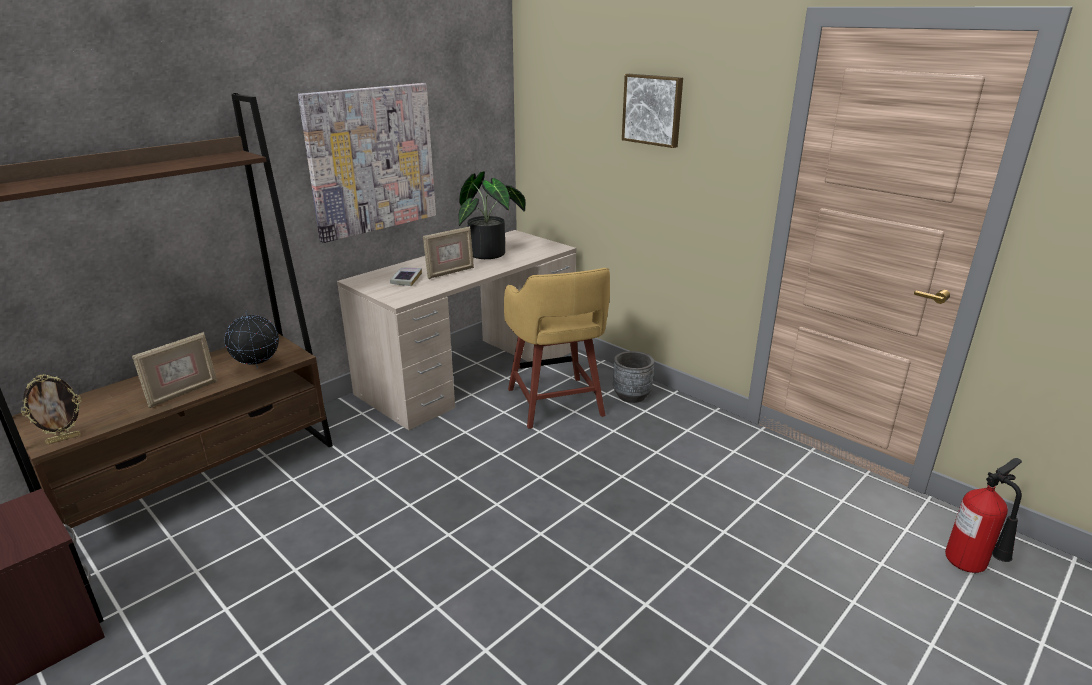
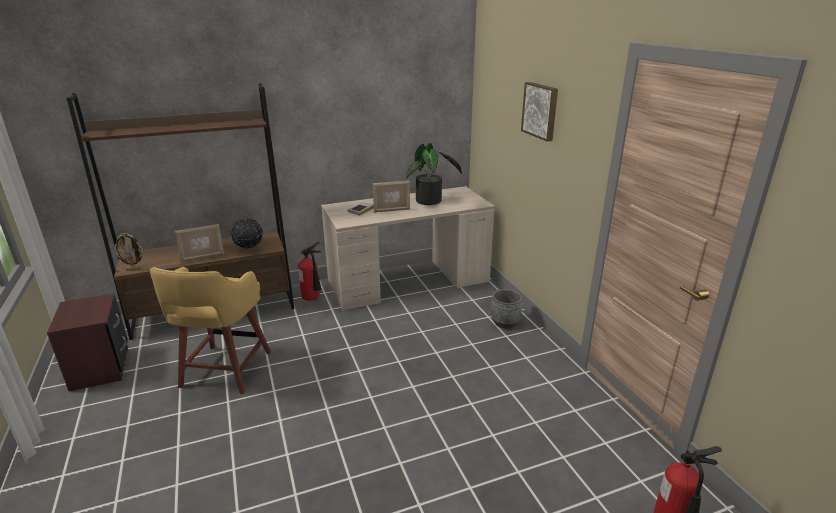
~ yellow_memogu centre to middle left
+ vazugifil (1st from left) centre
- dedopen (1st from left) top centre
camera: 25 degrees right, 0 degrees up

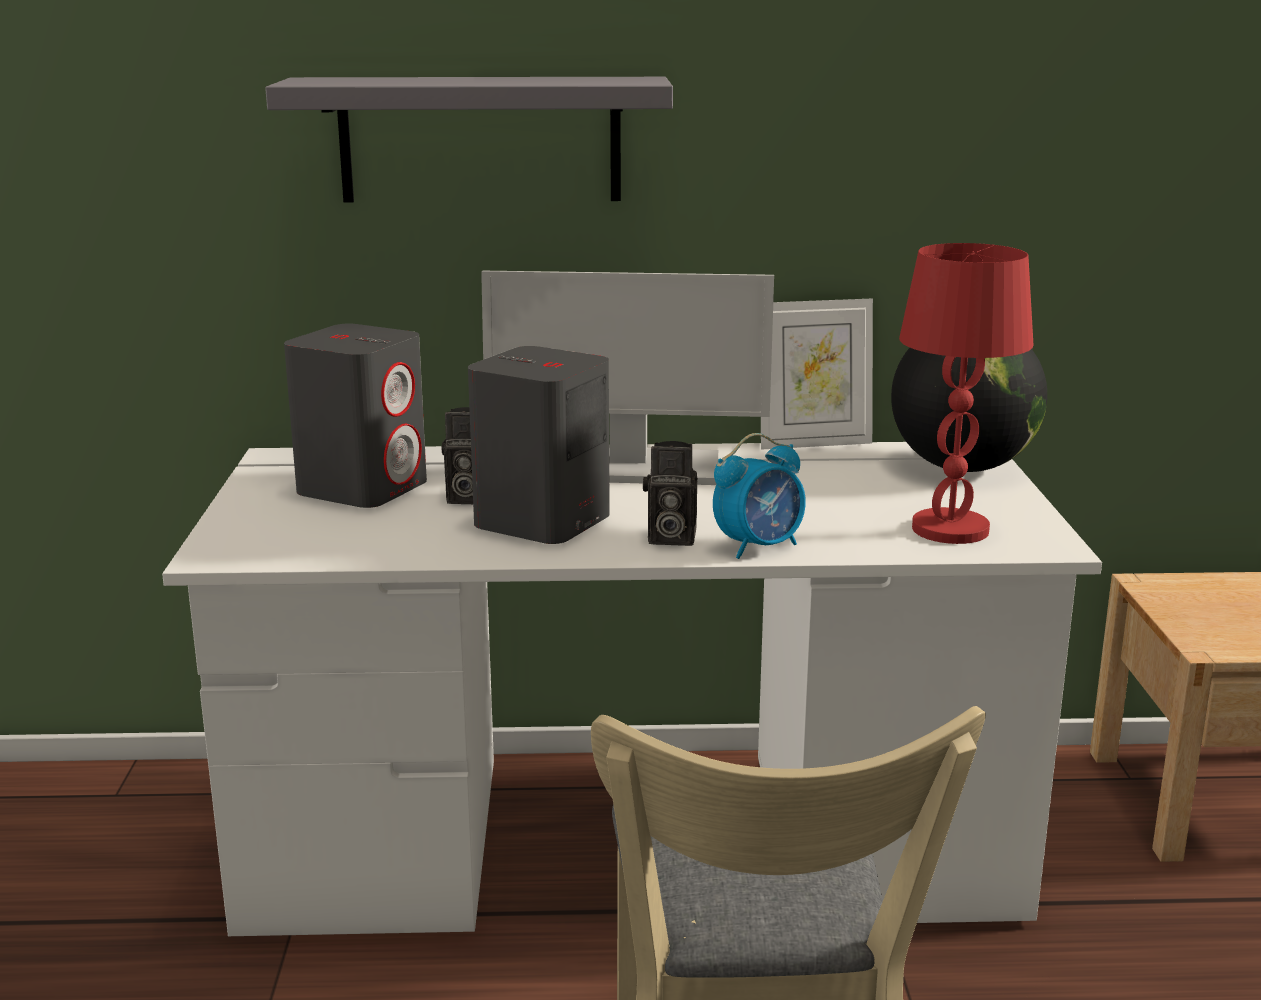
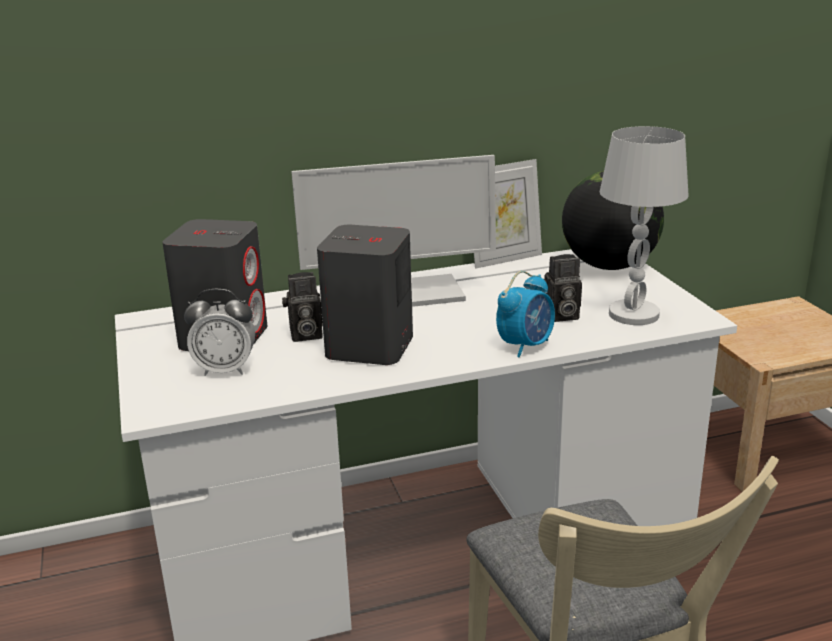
+ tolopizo (1st from left) middle left
~ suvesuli (2nd from left) centre to middle right
~ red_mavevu middle right to white_mavevu middle right
- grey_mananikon top centre
camera: 15 degrees left, 5 degrees up

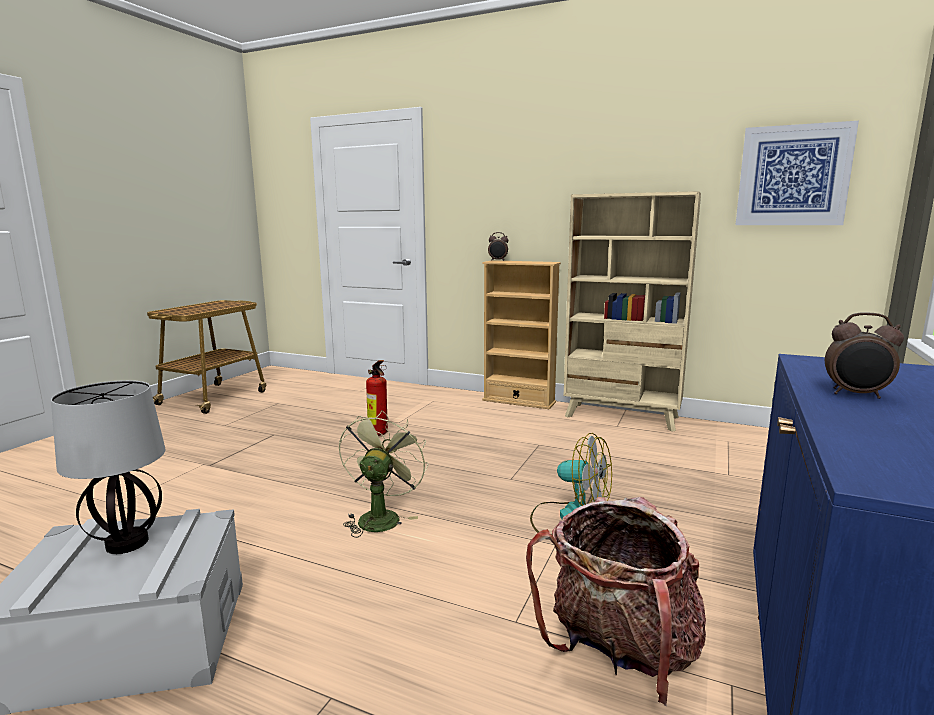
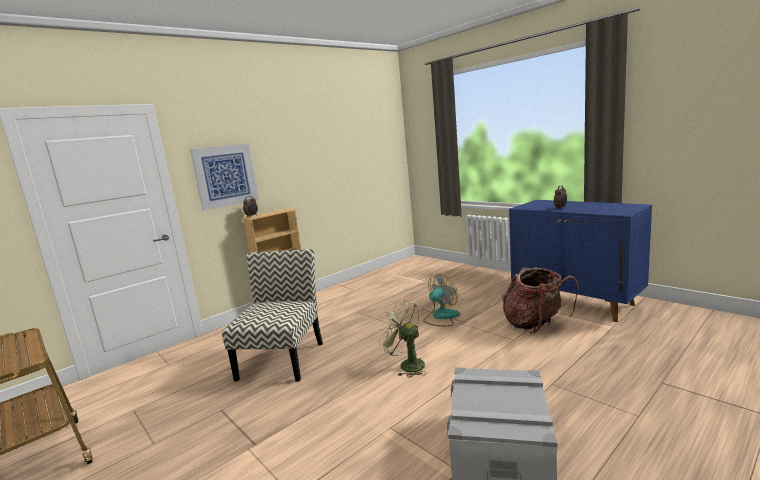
~ dedopen top right to middle left
~ vazugifil centre to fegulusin centre
- mavevu middle left
- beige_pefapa (2nd from left) middle right
camera: 65 degrees left, 0 degrees up

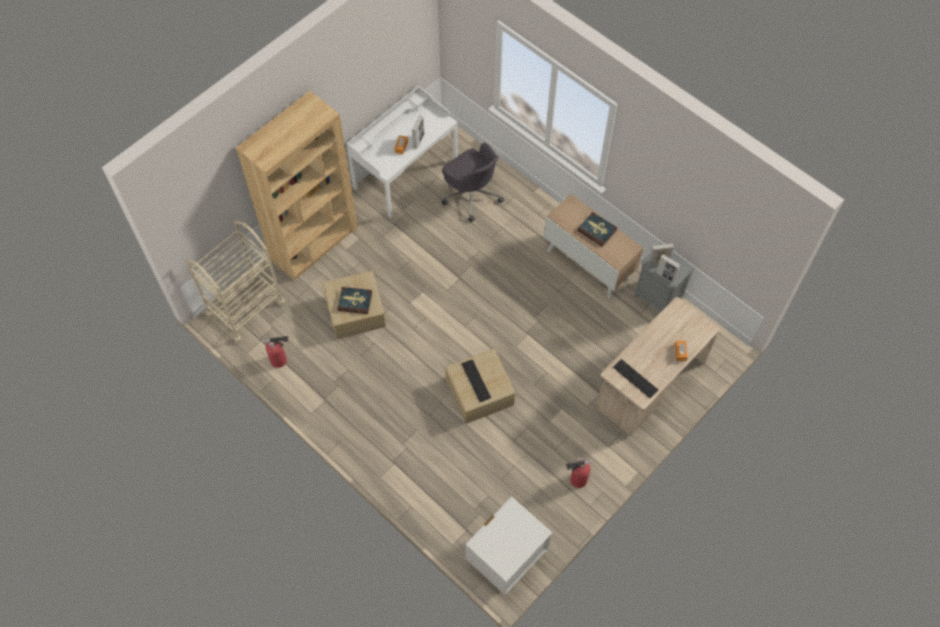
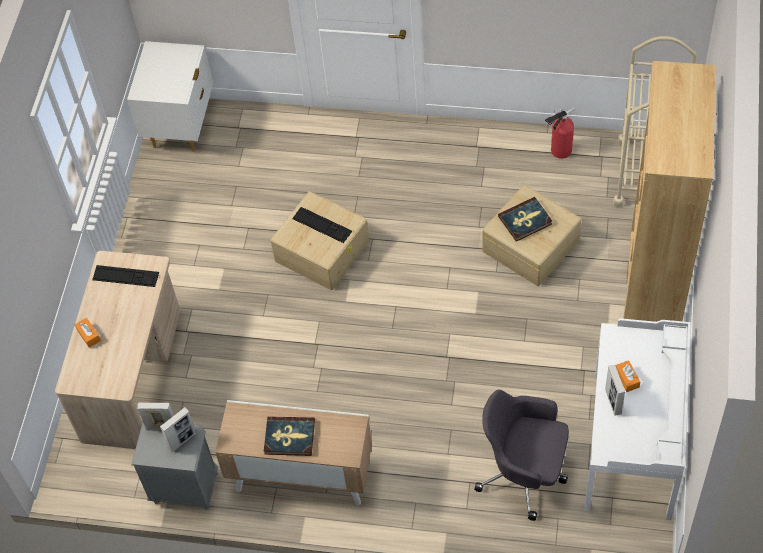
- vazugifil (2nd from left) bottom centre
camera: 150 degrees right, 5 degrees down

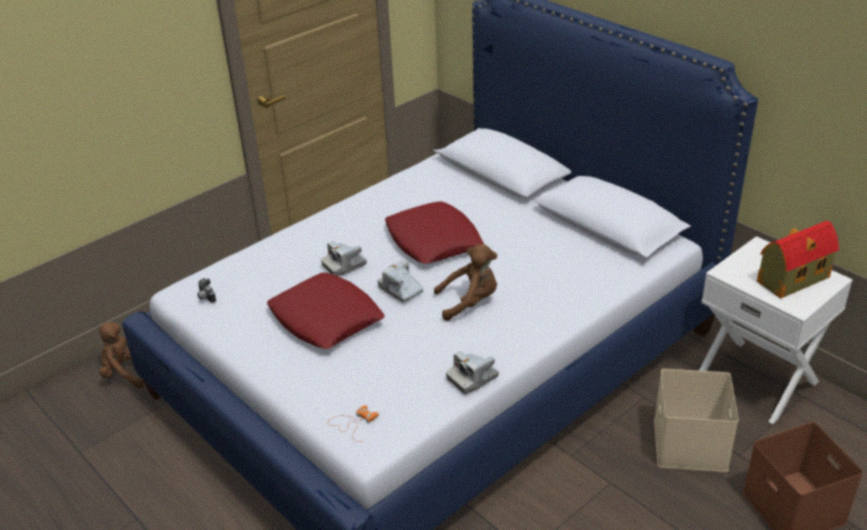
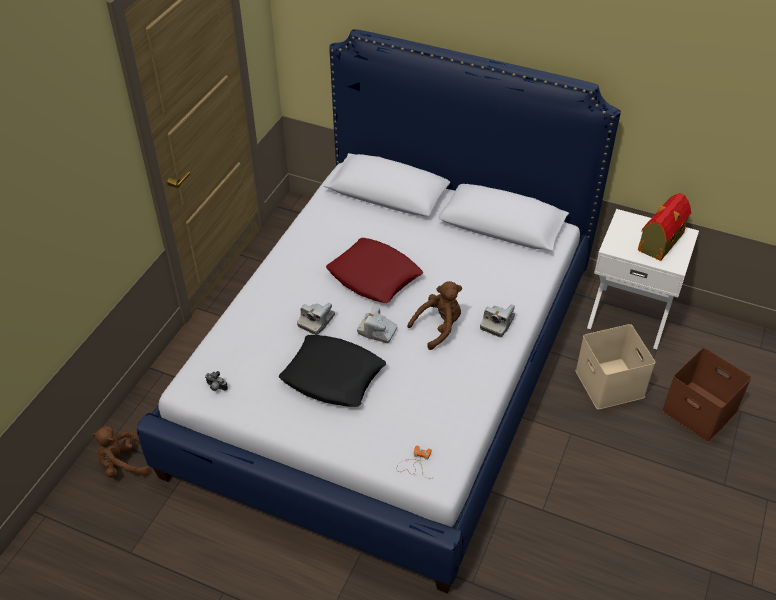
~ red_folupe (1st from left) centre to black_folupe centre
~ suvesuli (4th from left) bottom centre to centre
camera: 25 degrees left, 10 degrees up

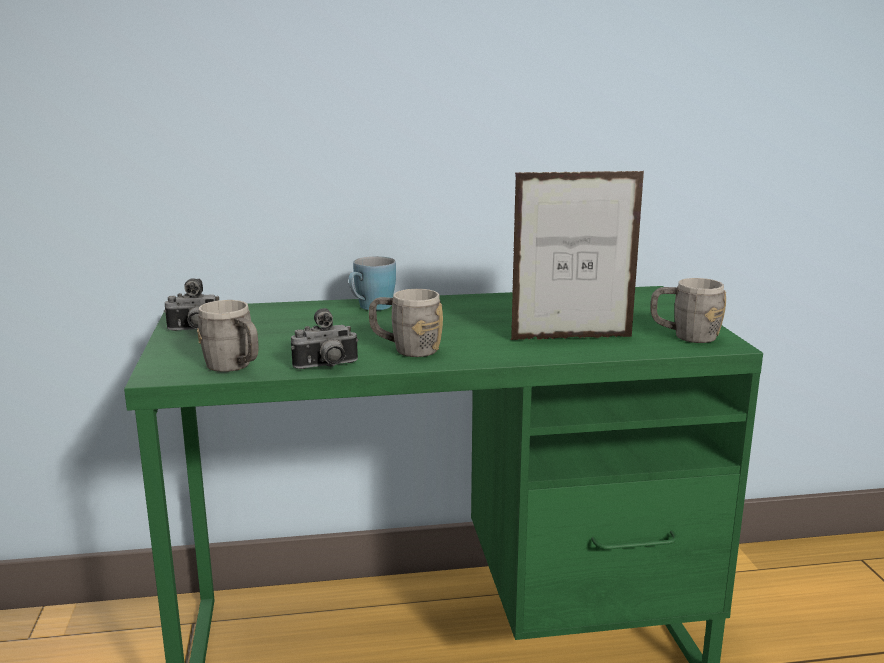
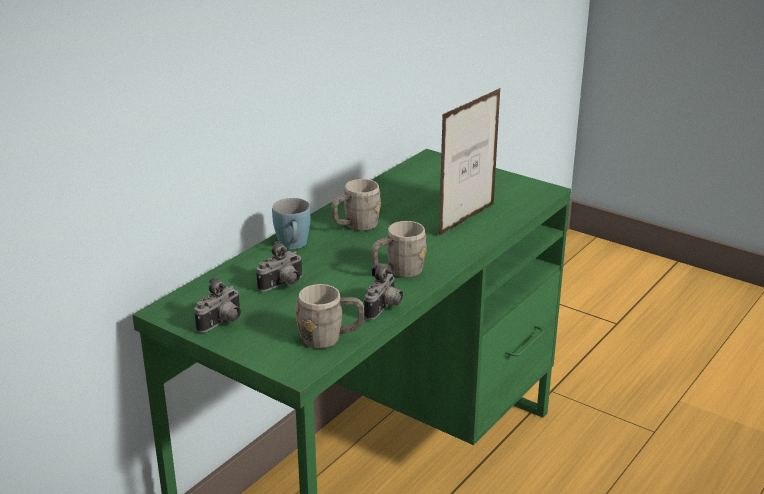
+ suvesuli (2nd from left) centre
~ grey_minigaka (3rd from left in the first image) middle right to grey_minigaka (2nd from left) centre
camera: 45 degrees left, 10 degrees up

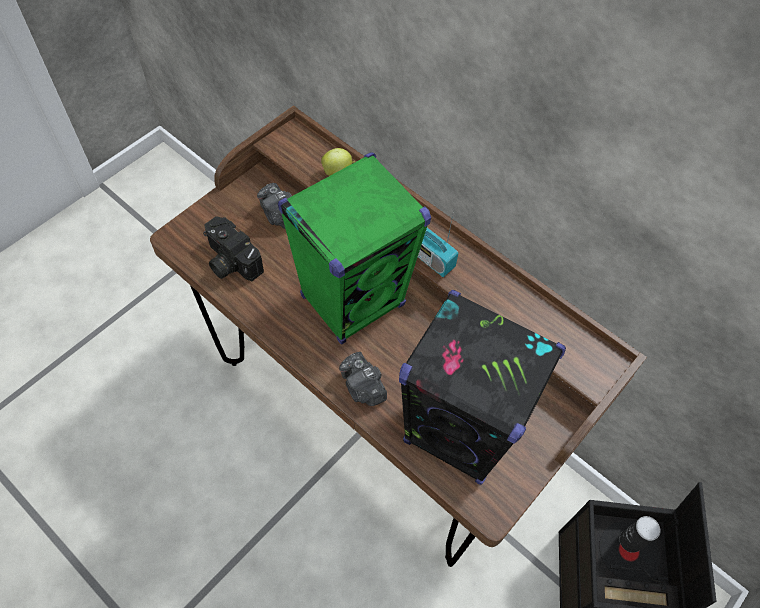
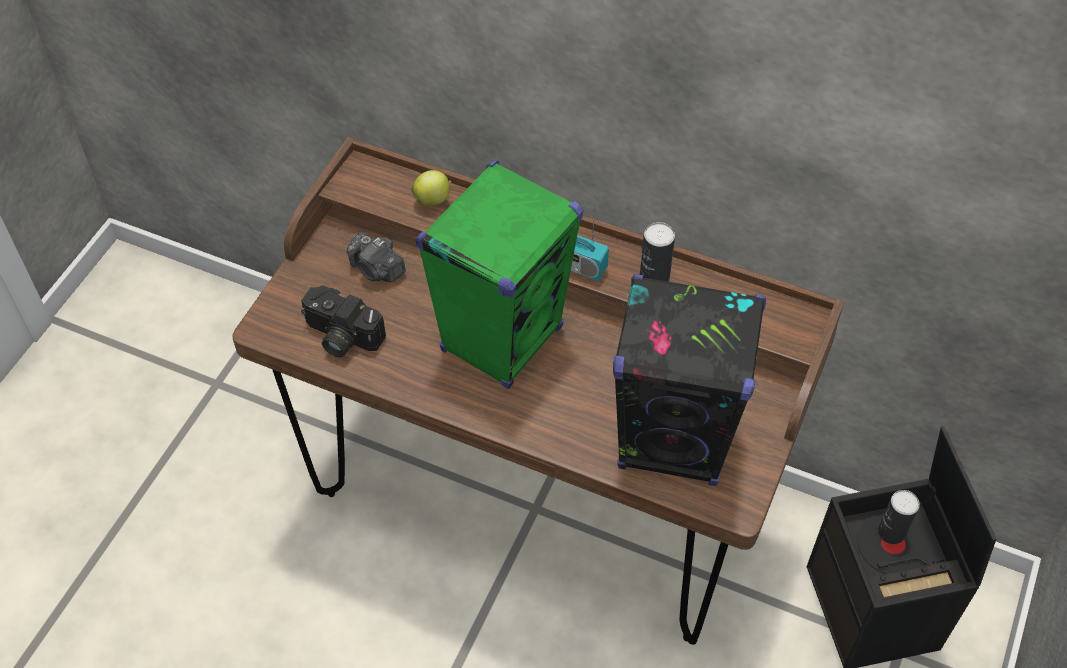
+ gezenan (1st from left) centre
- suvesuli (3rd from left) centre
camera: 15 degrees left, 5 degrees down

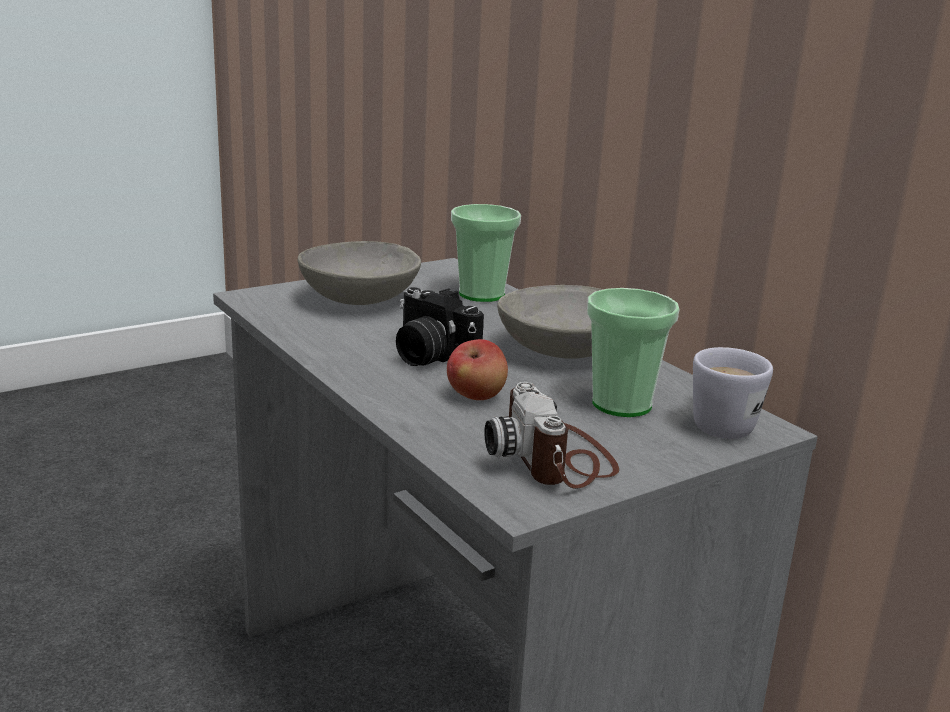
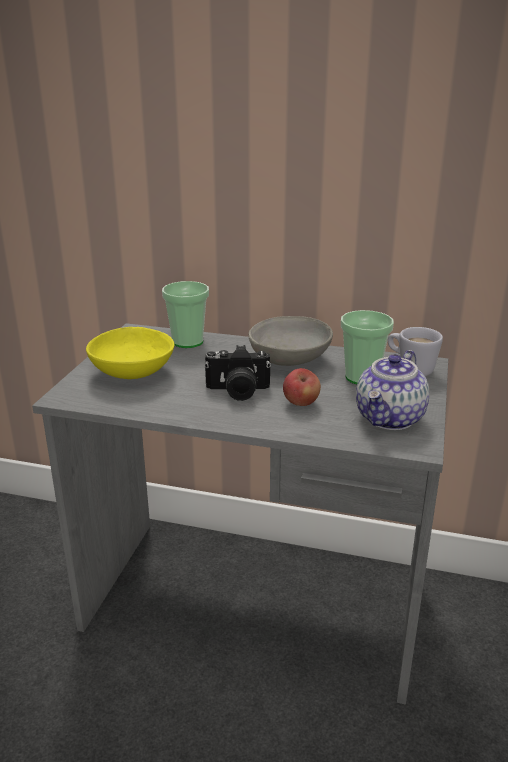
~ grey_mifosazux (1st from left) centre to yellow_mifosazux middle left
~ suvesuli (2nd from left) centre to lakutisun middle right
camera: 40 degrees left, 5 degrees up

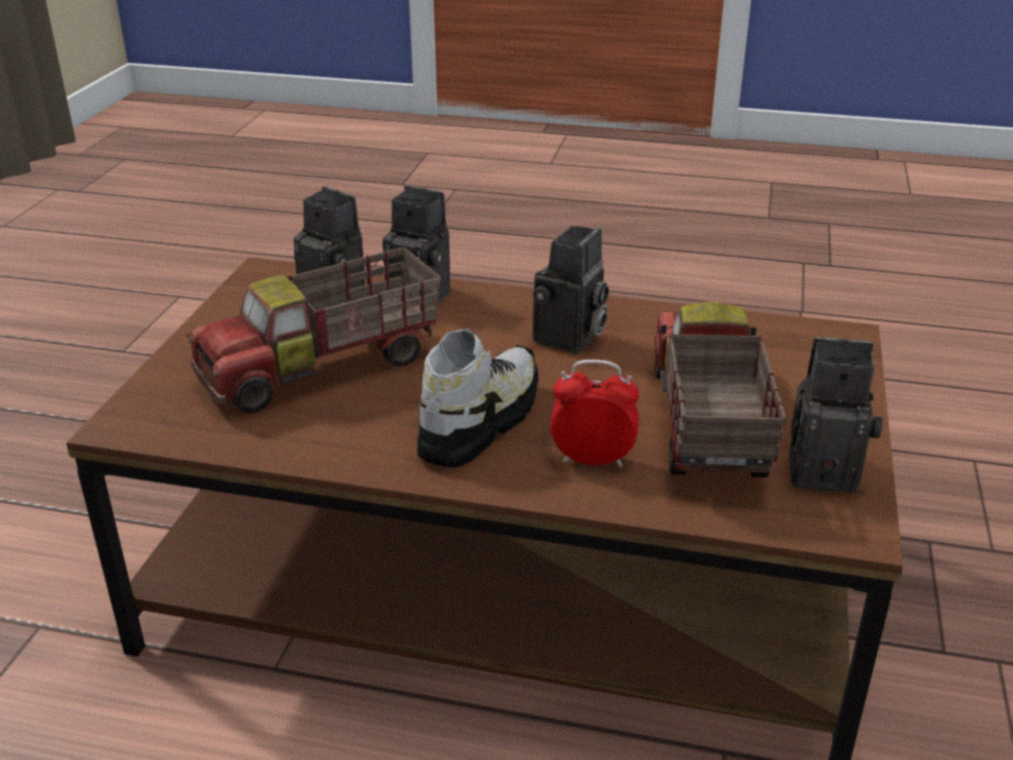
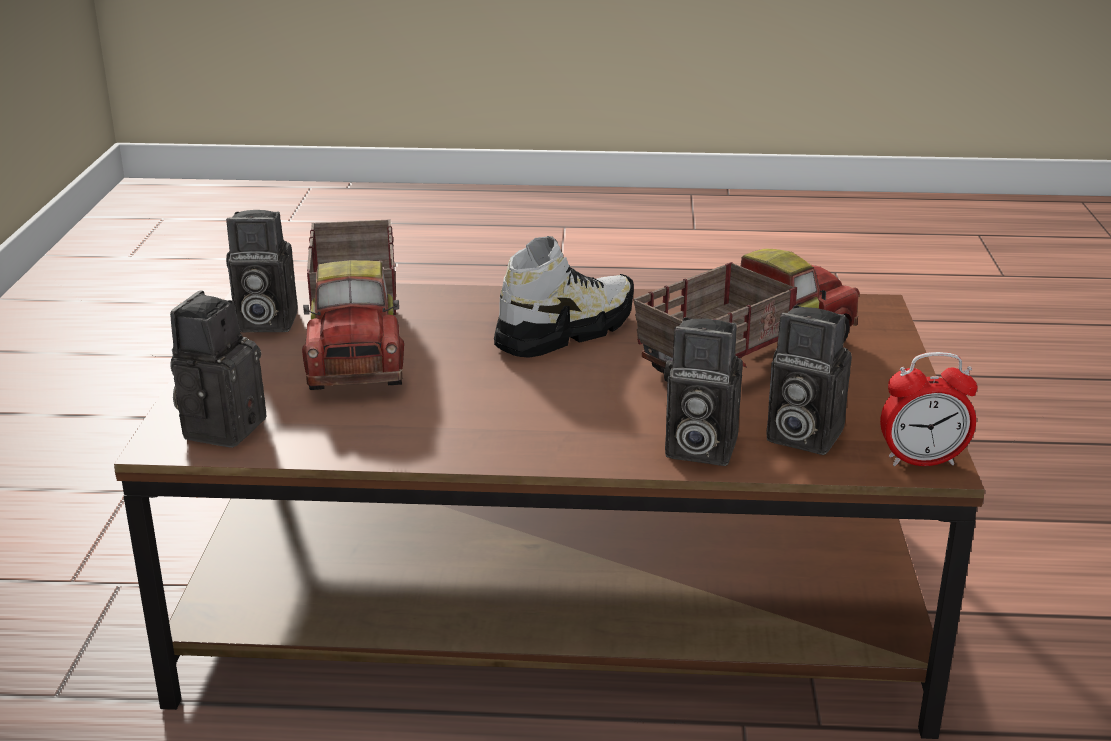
~ suvesuli (3rd from left in the first image) centre to suvesuli (1st from left) middle left
~ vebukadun centre = centre 150 degrees counterclockwise
~ tolopizo centre to middle right
camera: 170 degrees right, 5 degrees down

